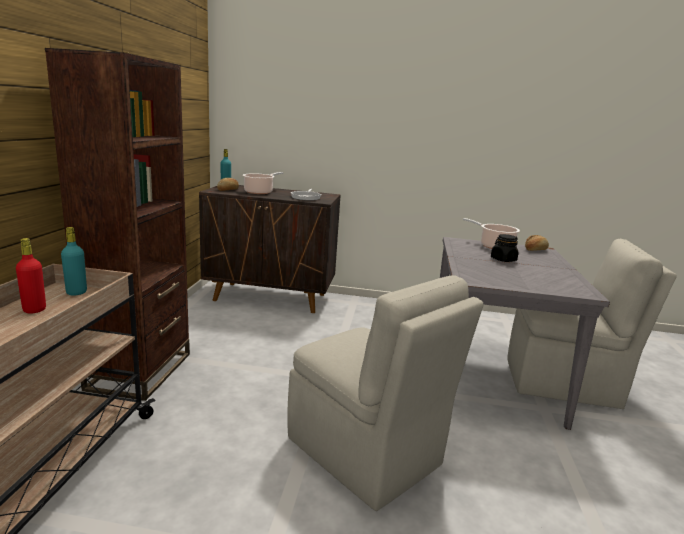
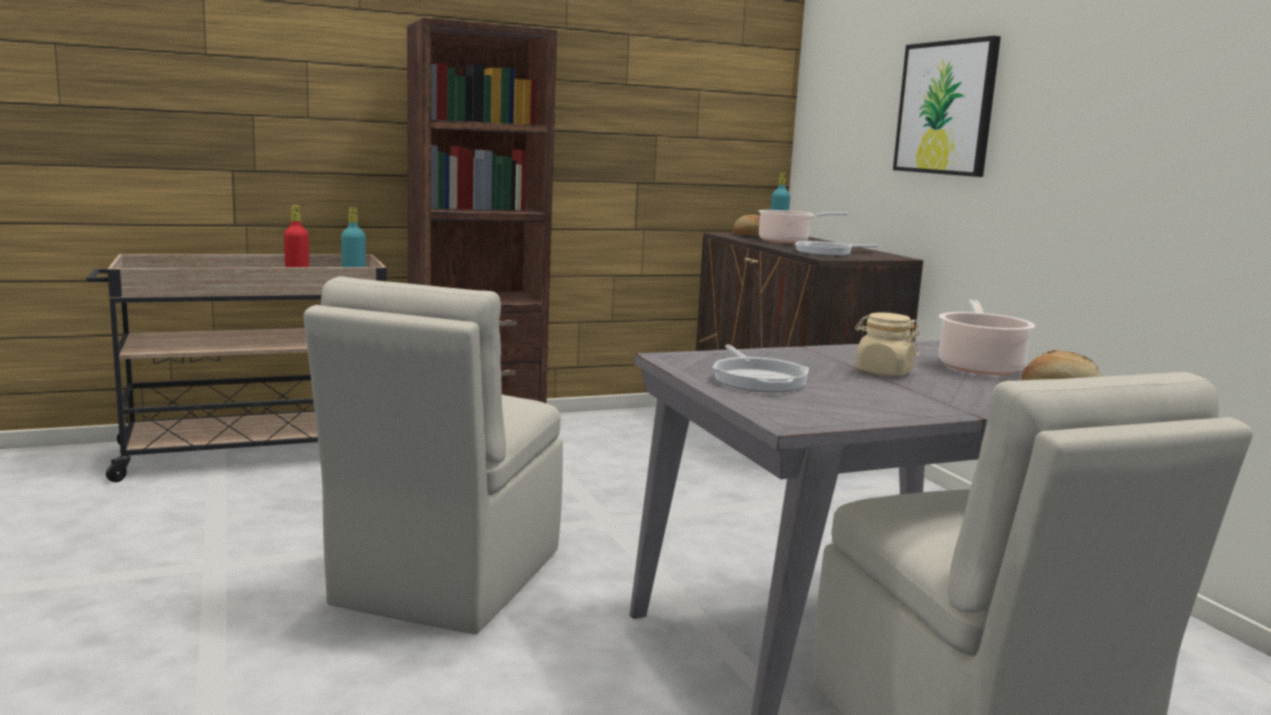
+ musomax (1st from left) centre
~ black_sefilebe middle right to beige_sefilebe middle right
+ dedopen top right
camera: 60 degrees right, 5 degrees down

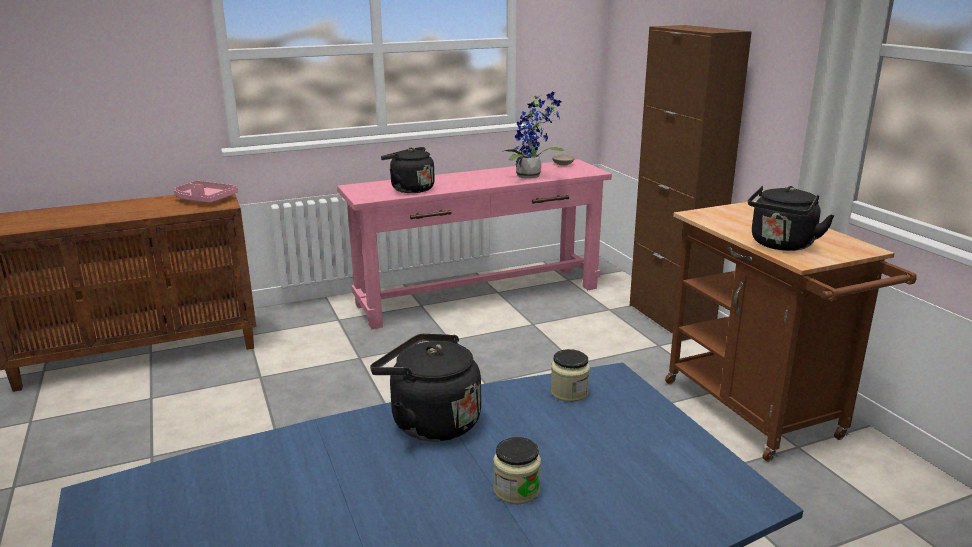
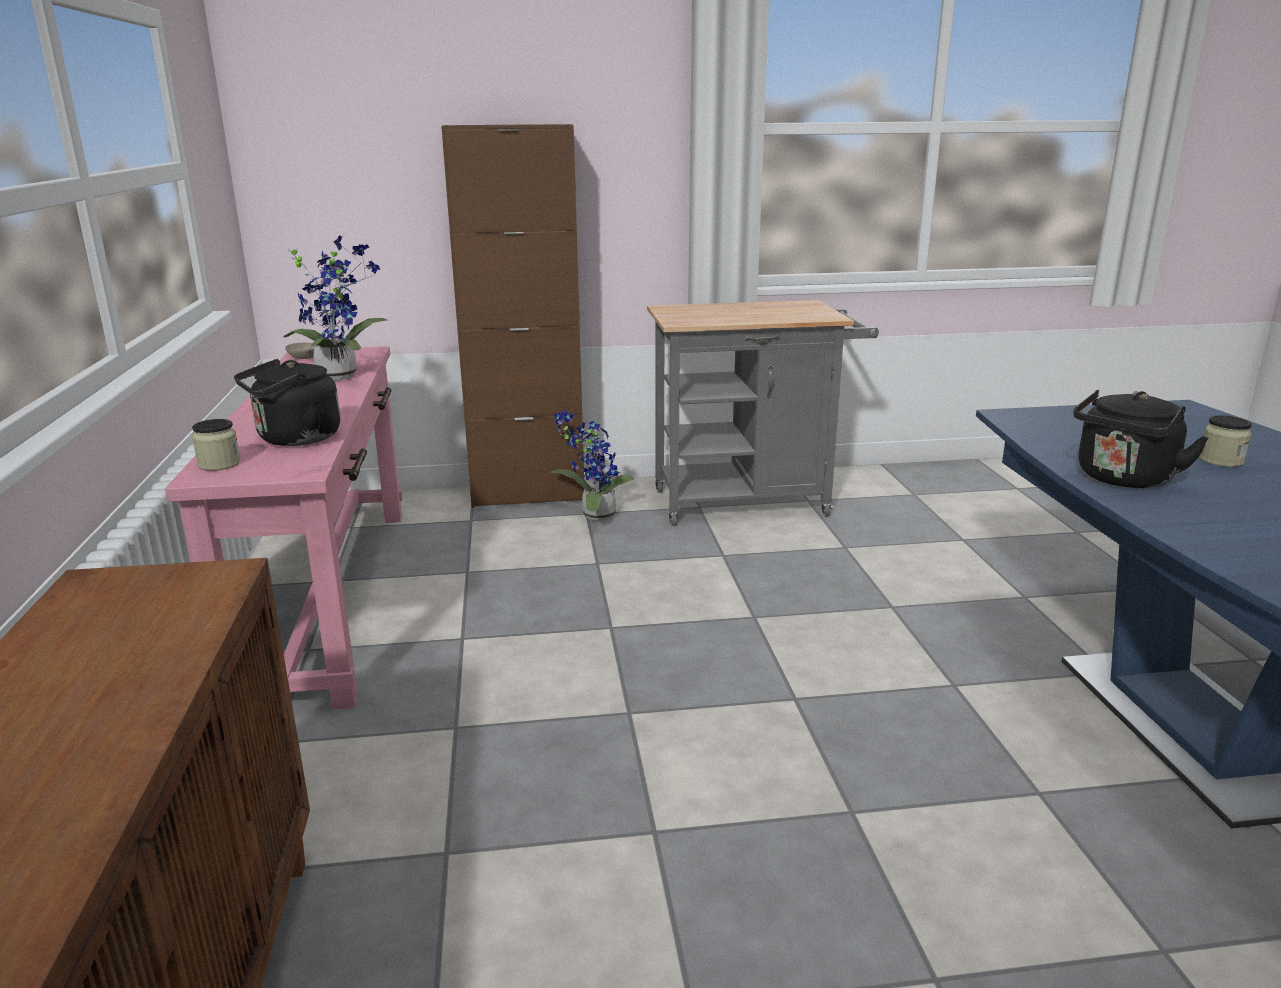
~ sefilebe (2nd from left in the first image) bottom centre to sefilebe (1st from left) middle left
+ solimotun (2nd from left) centre
~ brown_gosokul middle right to grey_gosokul centre
- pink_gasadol middle left
- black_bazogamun (3rd from left) middle right
camera: 75 degrees left, 0 degrees up

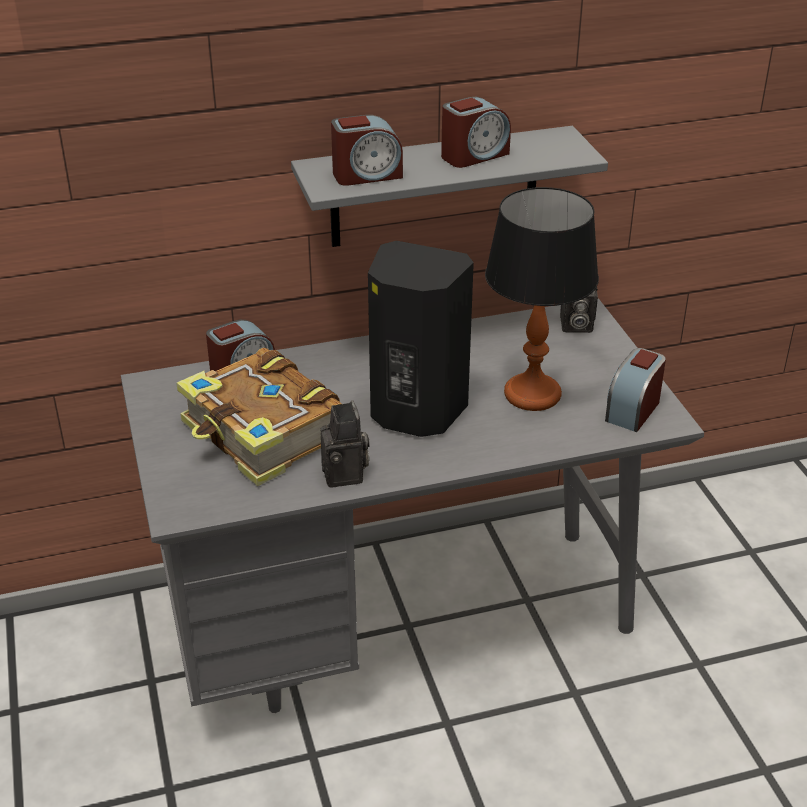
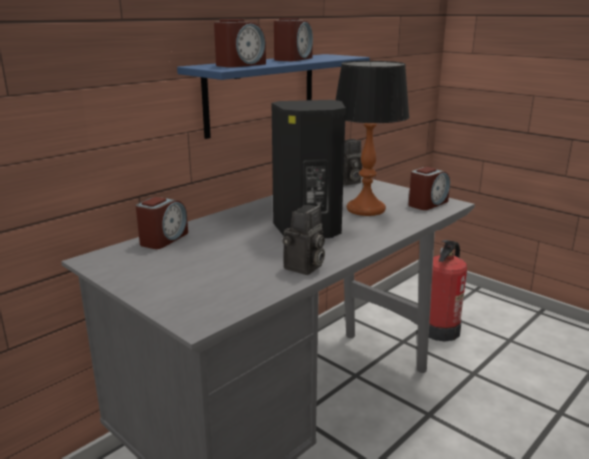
~ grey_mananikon top centre to blue_mananikon top centre
~ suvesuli (1st from left) centre = centre 75 degrees clockwise
~ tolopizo (4th from left) middle right = middle right 135 degrees counterclockwise
+ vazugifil middle right
- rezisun middle left
camera: 30 degrees left, 15 degrees down

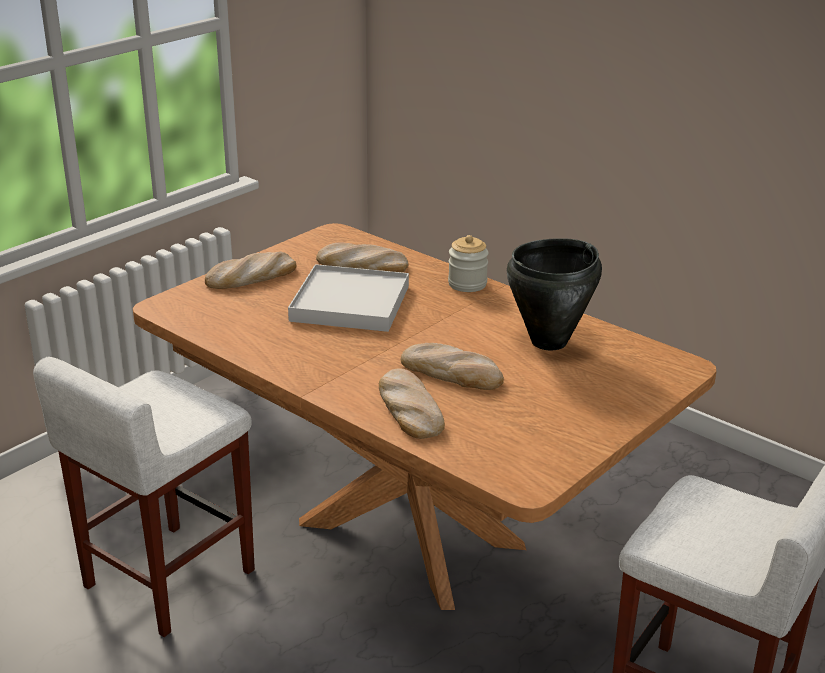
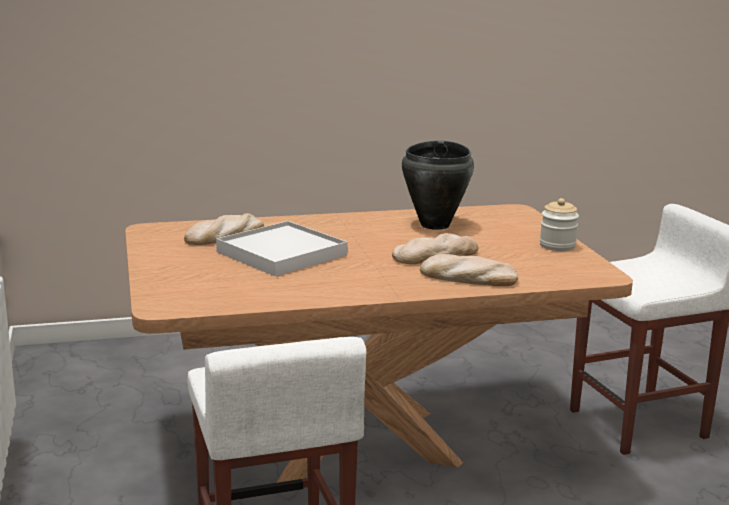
~ sefilebe centre to middle right
- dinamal (1st from left) middle left
camera: 55 degrees left, 10 degrees down

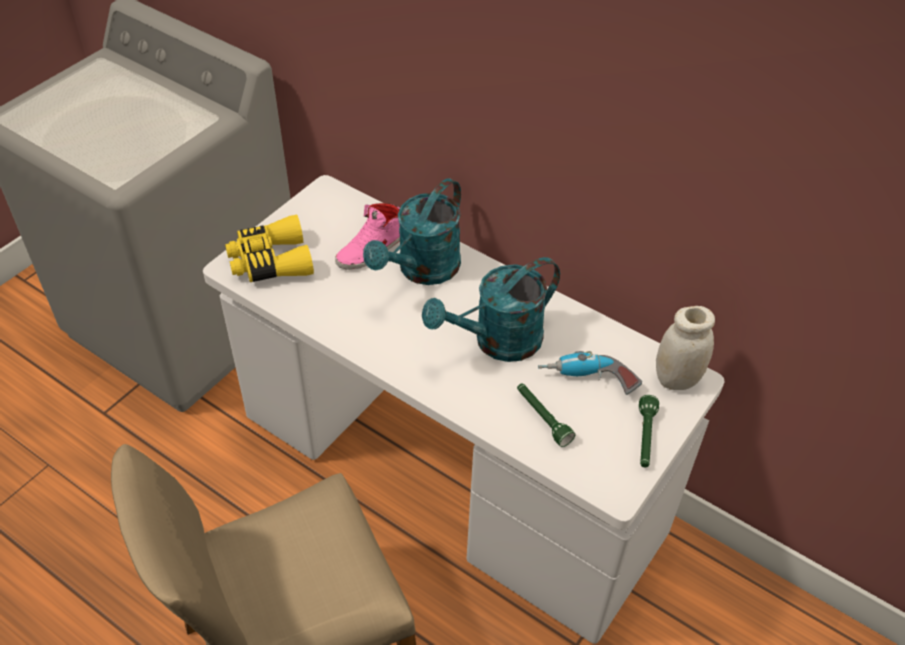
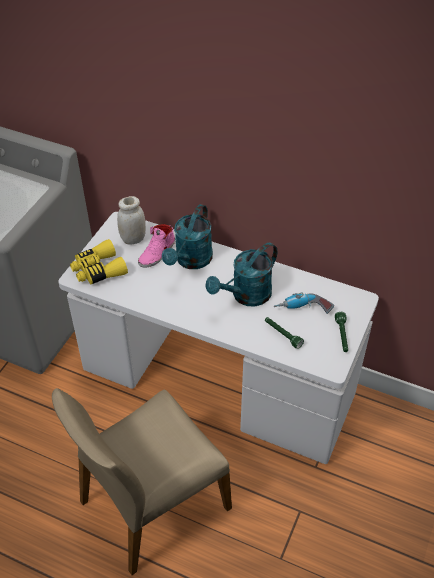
~ white_sefilebe middle right to middle left
camera: 10 degrees left, 0 degrees up

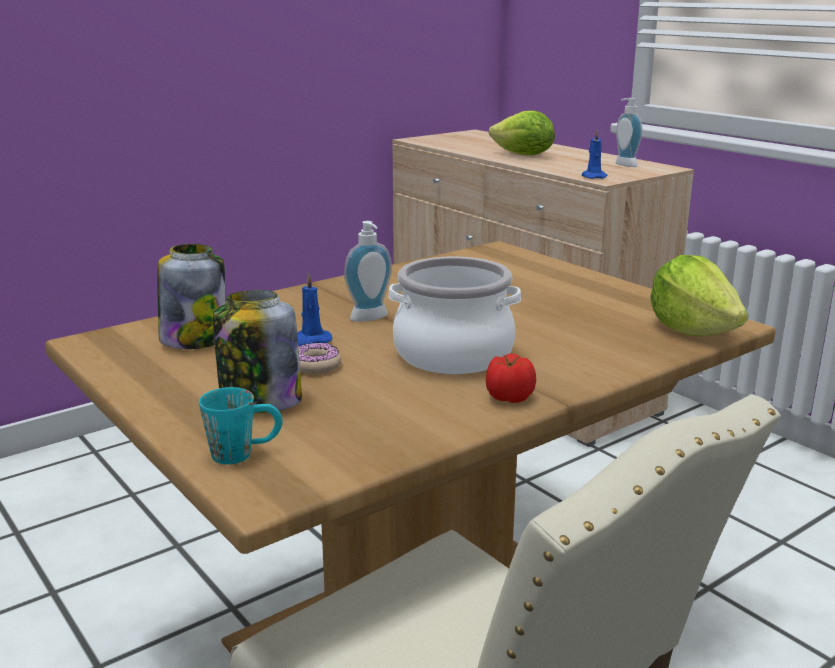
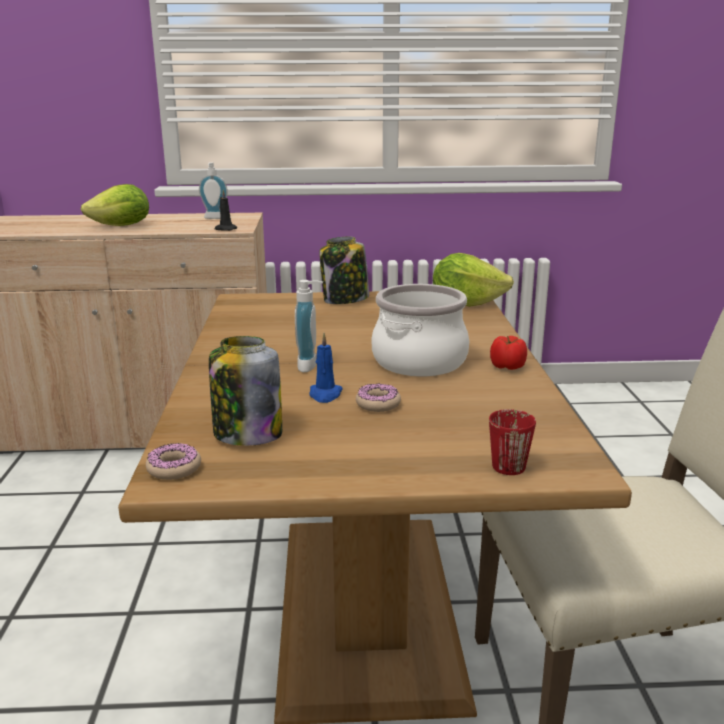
+ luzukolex (1st from left) middle left
~ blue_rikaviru (2nd from left) top right to black_rikaviru top left
~ sefilebe (2nd from left) middle left to centre
~ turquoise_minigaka middle left to red_minigaka middle right
camera: 55 degrees left, 0 degrees up

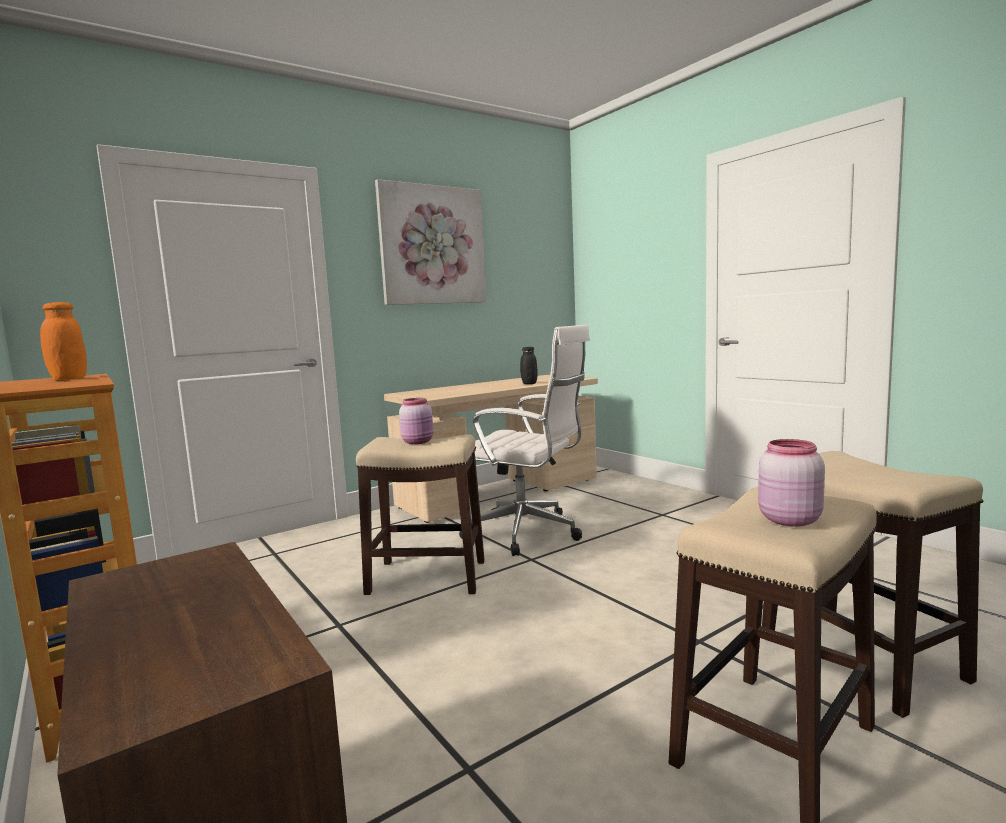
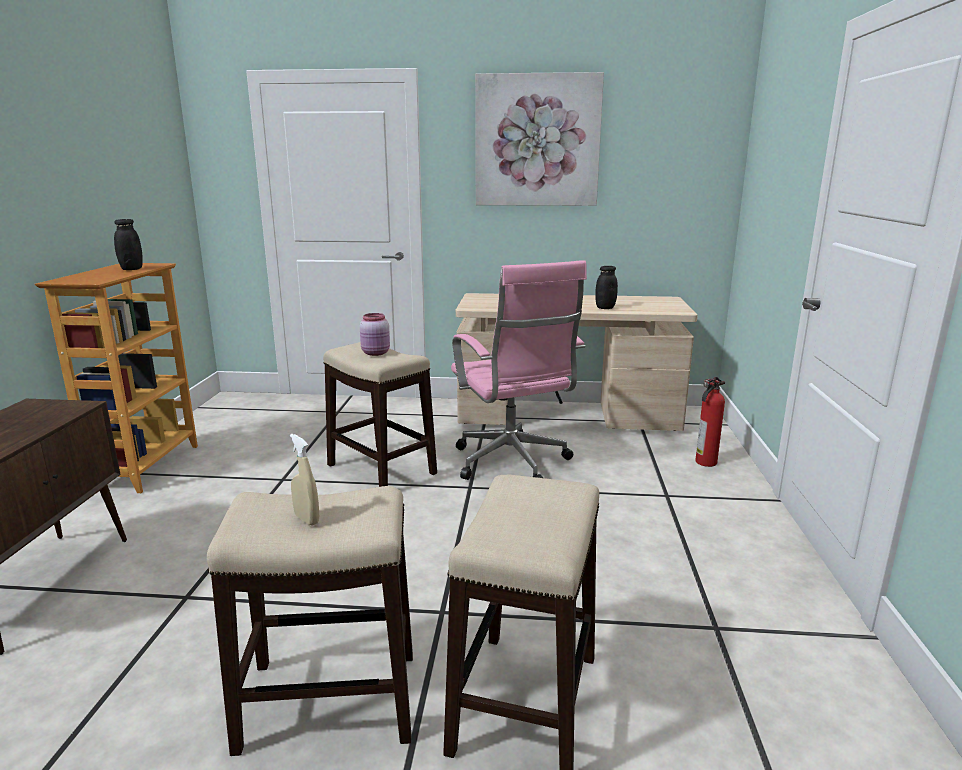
~ orange_sefilebe middle left to black_sefilebe (1st from left) top left
~ pink_sefilebe (2nd from left) middle right to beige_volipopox middle left
~ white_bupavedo centre to pink_bupavedo centre
+ vazugifil middle right
camera: 40 degrees right, 10 degrees up

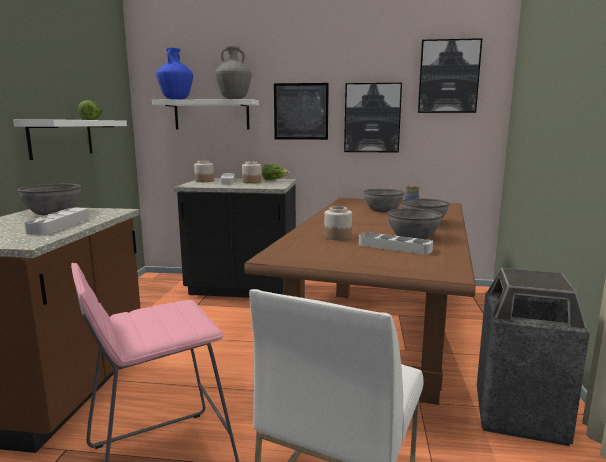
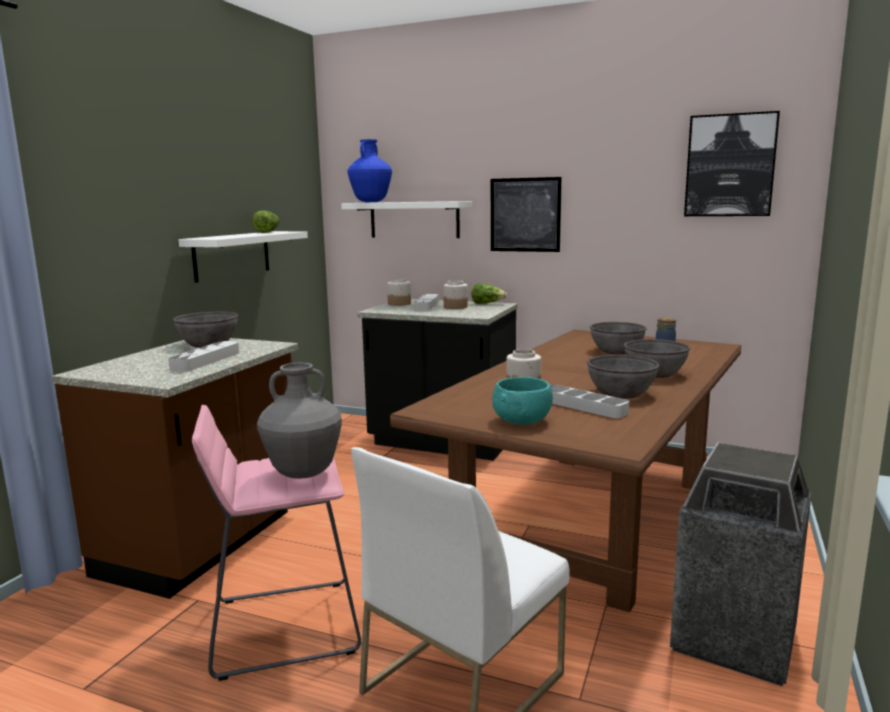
~ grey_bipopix top centre to centre
+ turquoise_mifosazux centre
- dedopen (2nd from left) top centre
camera: 15 degrees right, 0 degrees up

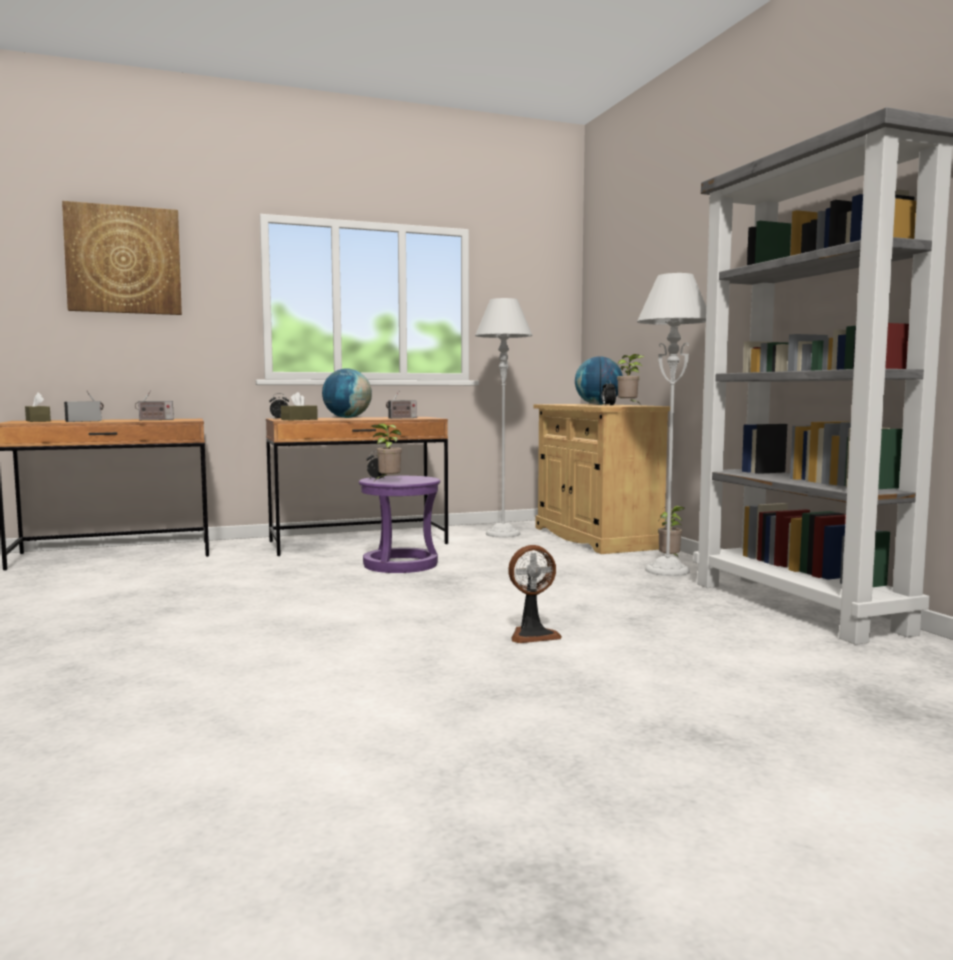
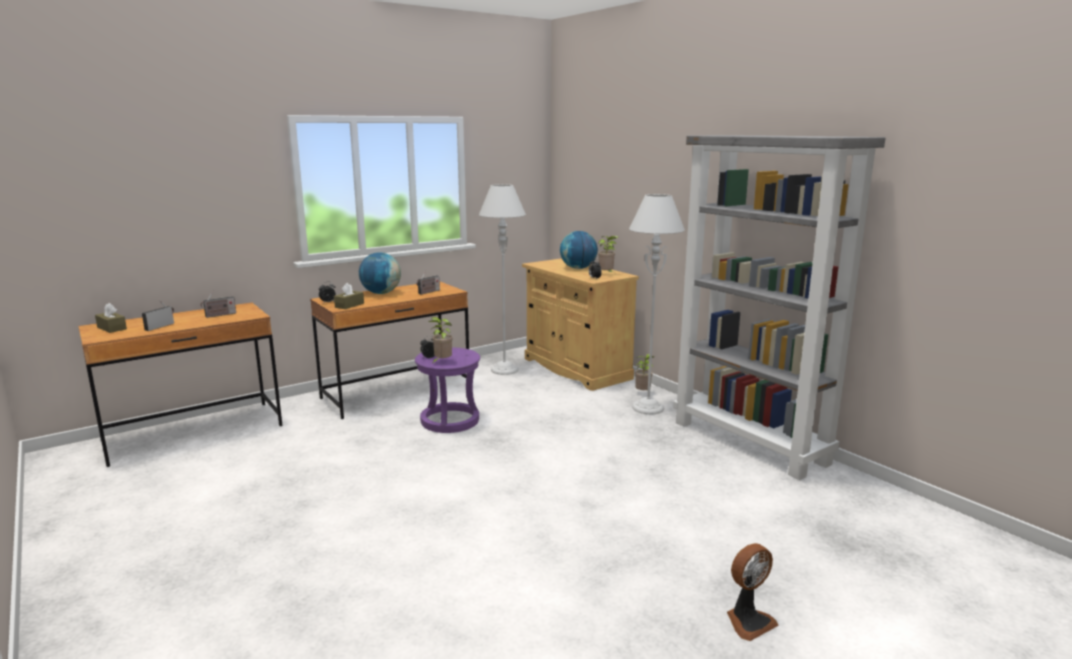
~ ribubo centre to bottom right
- dedopen top left
camera: 15 degrees left, 10 degrees up

